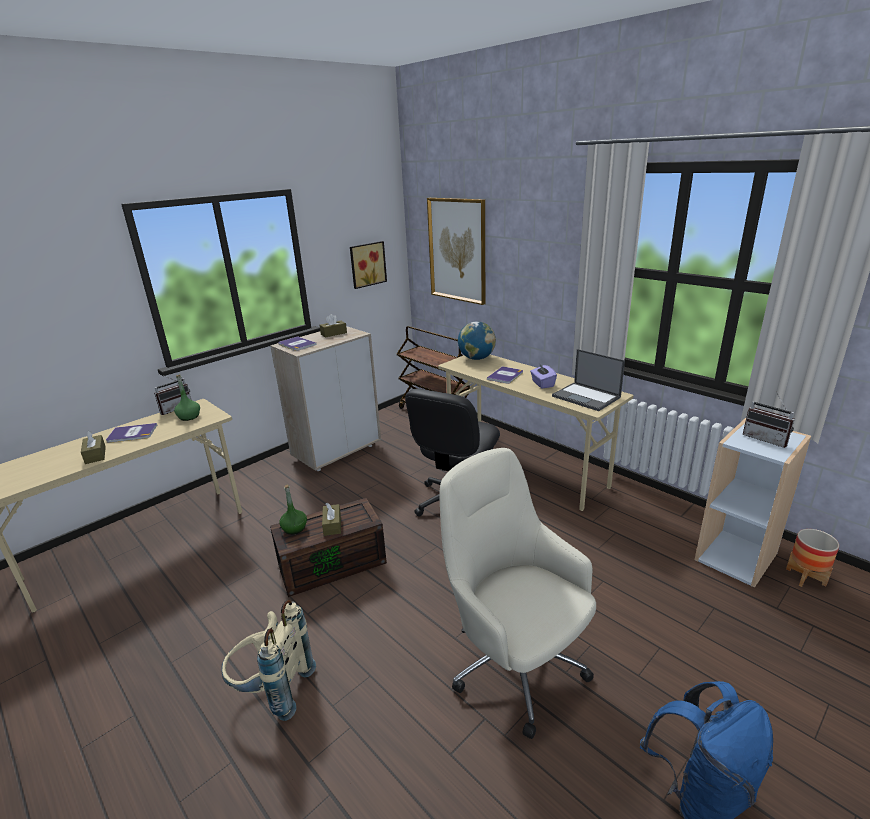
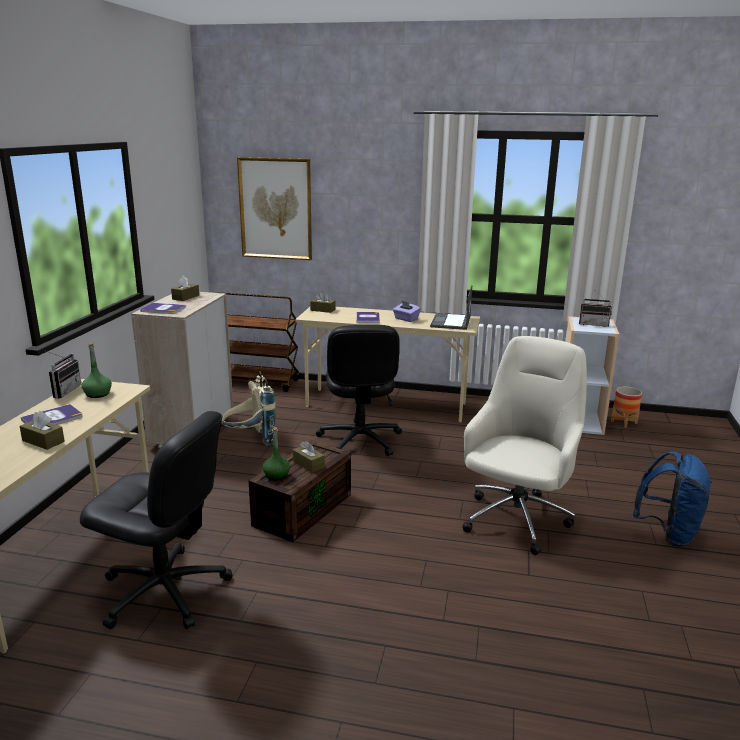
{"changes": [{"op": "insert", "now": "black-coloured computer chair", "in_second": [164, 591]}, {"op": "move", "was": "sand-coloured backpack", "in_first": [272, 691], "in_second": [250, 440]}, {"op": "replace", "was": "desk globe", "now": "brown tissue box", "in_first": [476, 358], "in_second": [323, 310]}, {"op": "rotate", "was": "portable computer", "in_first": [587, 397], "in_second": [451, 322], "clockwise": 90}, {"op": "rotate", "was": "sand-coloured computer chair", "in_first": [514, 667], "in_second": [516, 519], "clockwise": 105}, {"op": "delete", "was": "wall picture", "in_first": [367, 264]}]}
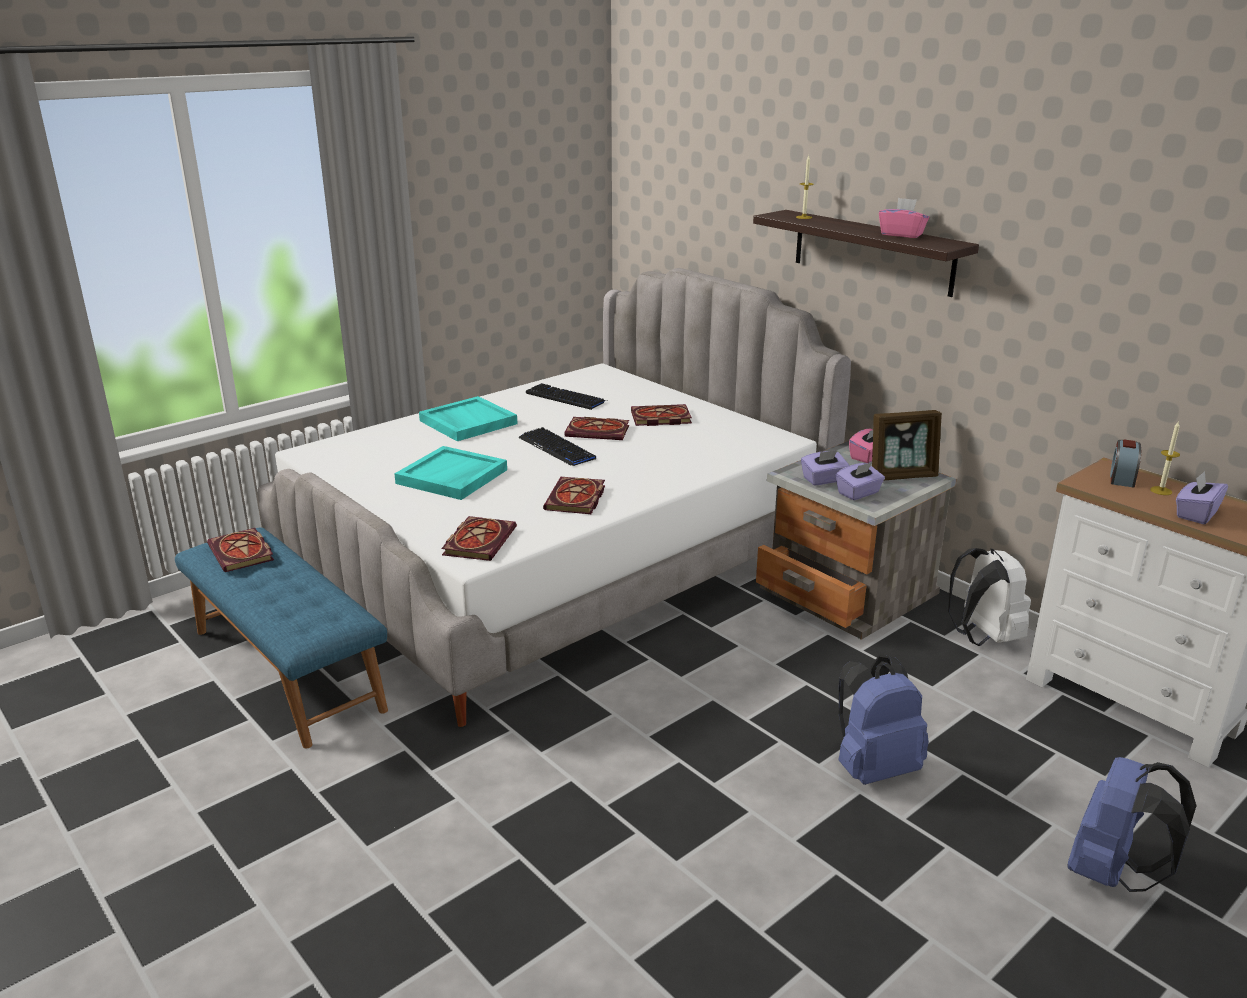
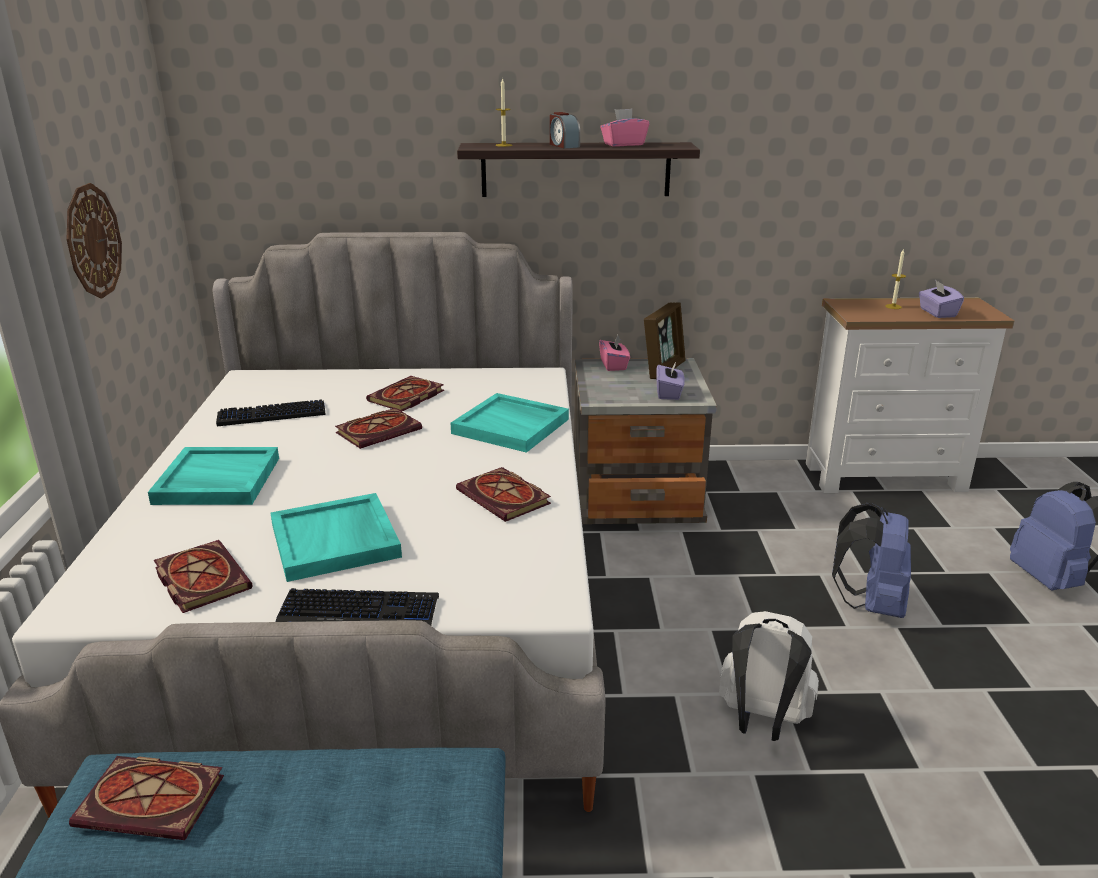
{"changes": [{"op": "insert", "now": "wall clock", "in_second": [93, 241]}, {"op": "move", "was": "book", "in_first": [479, 541], "in_second": [199, 578]}, {"op": "move", "was": "PC keyboard", "in_first": [557, 448], "in_second": [359, 610]}, {"op": "insert", "now": "turquoise-coloured carrying tray", "in_second": [512, 426]}, {"op": "move", "was": "table clock", "in_first": [1122, 478], "in_second": [563, 145]}, {"op": "move", "was": "white-coloured backpack", "in_first": [983, 637], "in_second": [762, 721]}, {"op": "delete", "was": "purple tissue box", "in_first": [824, 480]}]}
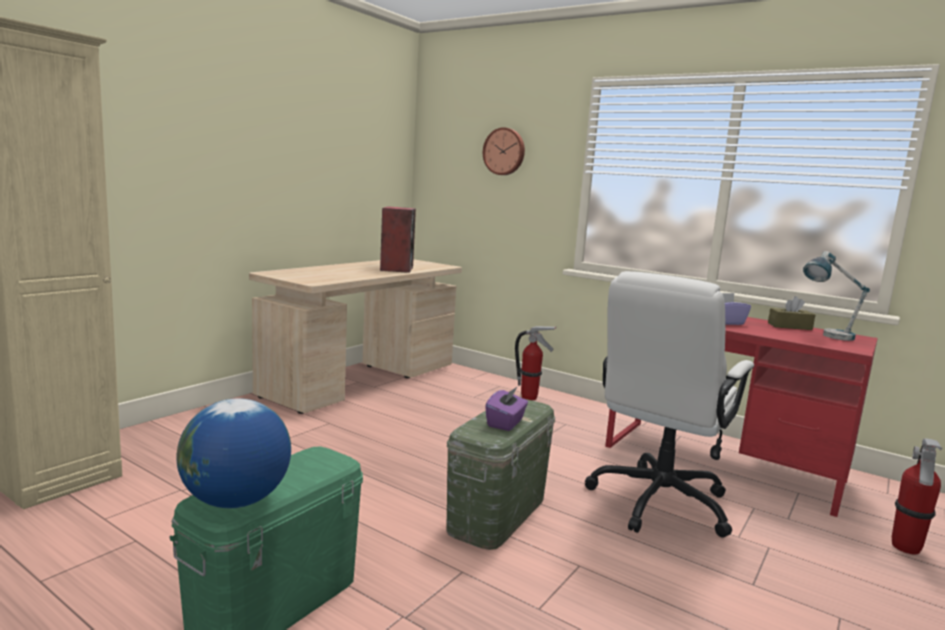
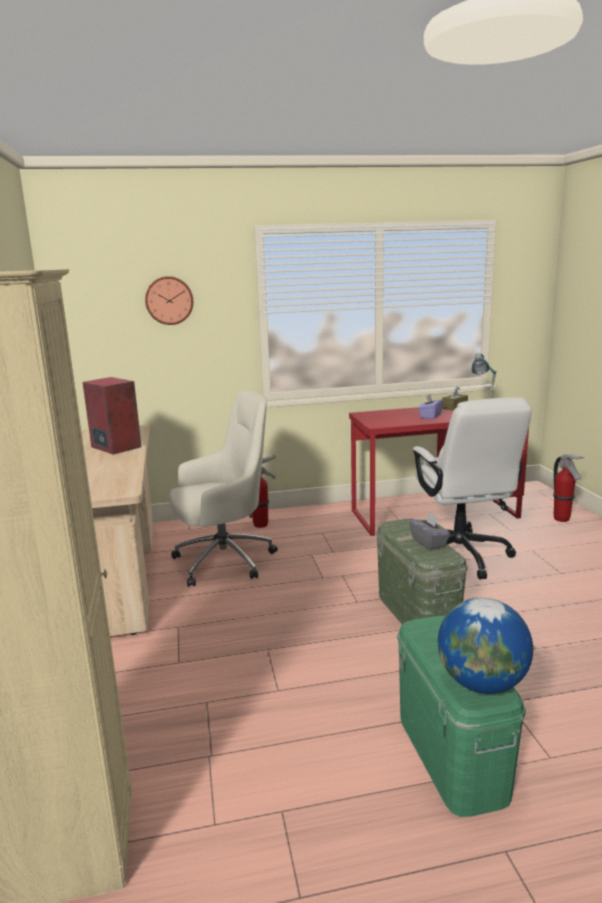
{"changes": [{"op": "insert", "now": "sand-coloured computer chair", "in_second": [225, 562]}, {"op": "recolor", "was": "purple tissue box", "now": "gray tissue box", "in_first": [506, 423], "in_second": [429, 542]}]}
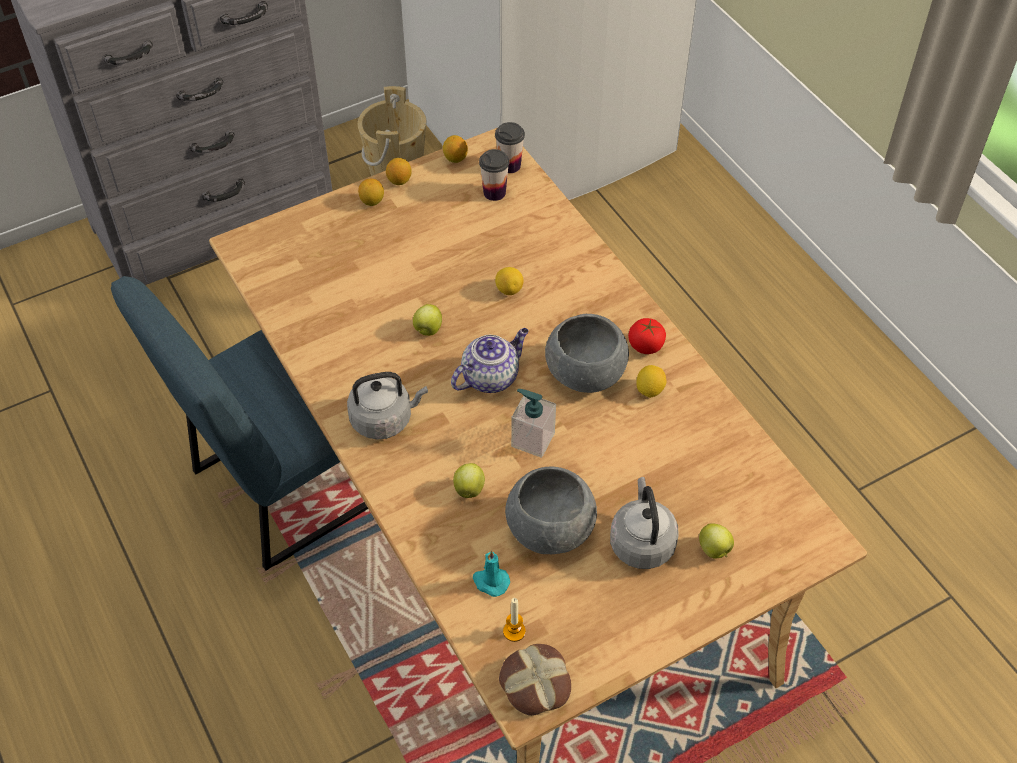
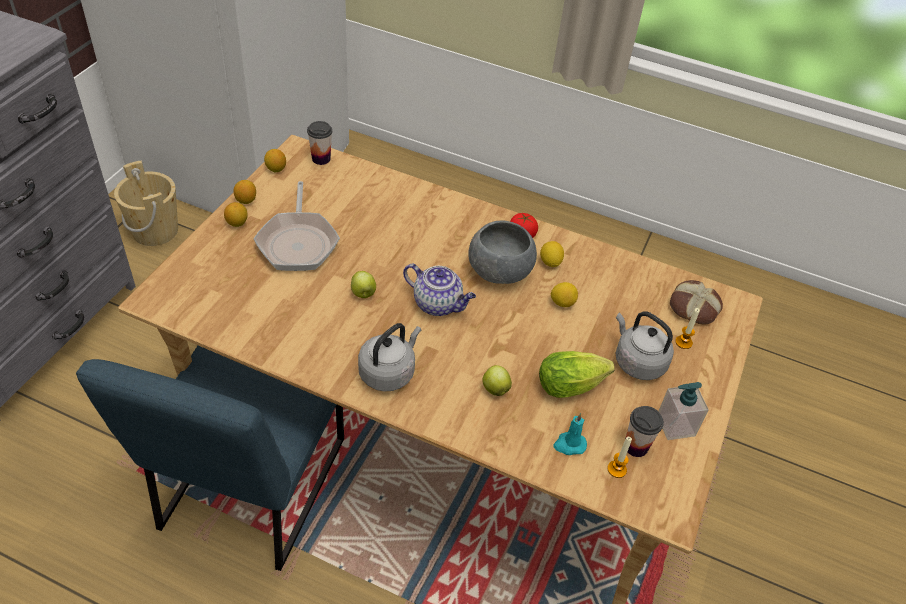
{"changes": [{"op": "insert", "now": "skillet", "in_second": [298, 242]}, {"op": "rotate", "was": "teapot", "in_first": [491, 376], "in_second": [438, 304], "clockwise": 105}, {"op": "replace", "was": "gray deep dish", "now": "lettuce", "in_first": [550, 528], "in_second": [573, 385]}, {"op": "move", "was": "lemon", "in_first": [509, 290], "in_second": [562, 303]}, {"op": "move", "was": "small cup", "in_first": [494, 192], "in_second": [636, 446]}, {"op": "move", "was": "soap bottle", "in_first": [532, 439], "in_second": [675, 425]}, {"op": "move", "was": "bakery bread", "in_first": [534, 683], "in_second": [693, 308]}, {"op": "replace", "was": "apple fruit", "now": "candle", "in_first": [715, 550], "in_second": [683, 342]}]}
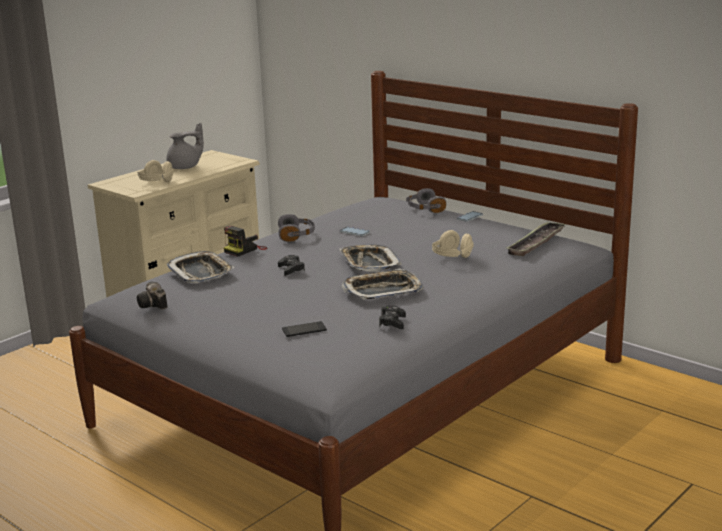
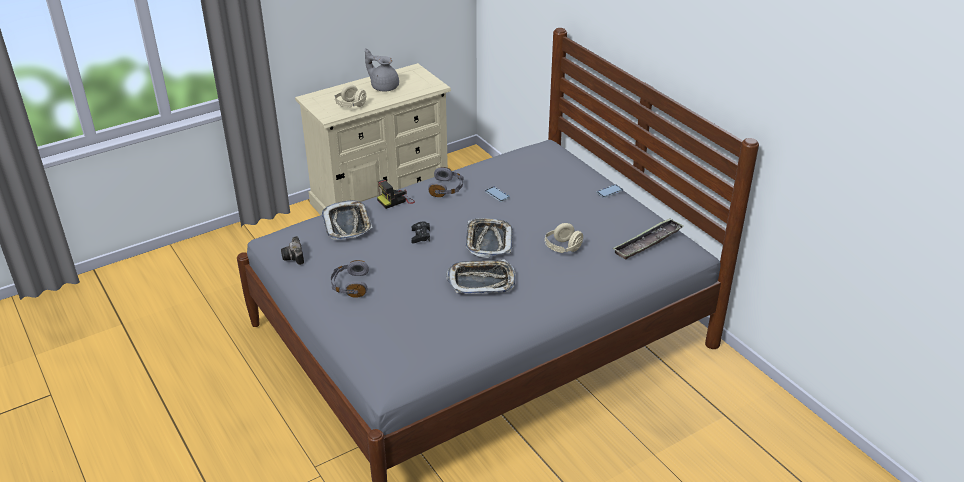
{"changes": [{"op": "move", "was": "gray headphones", "in_first": [424, 209], "in_second": [350, 285]}, {"op": "rotate", "was": "gray teapot", "in_first": [185, 167], "in_second": [384, 87], "clockwise": -135}, {"op": "delete", "was": "handset", "in_first": [304, 330]}, {"op": "delete", "was": "black-coloured game controller", "in_first": [392, 322]}]}
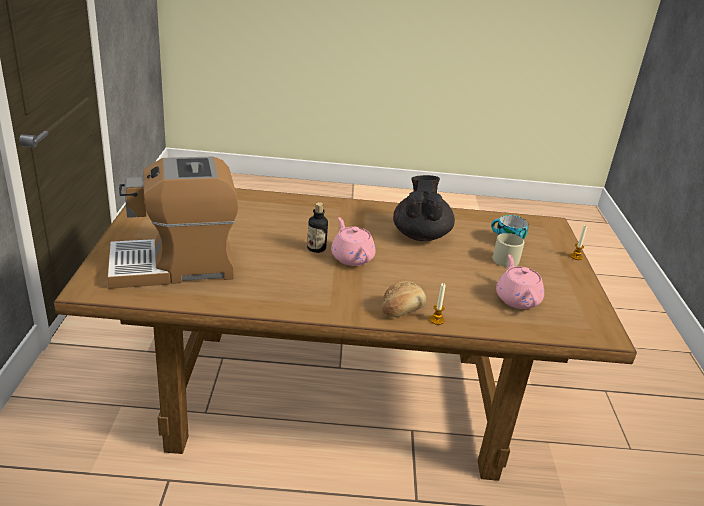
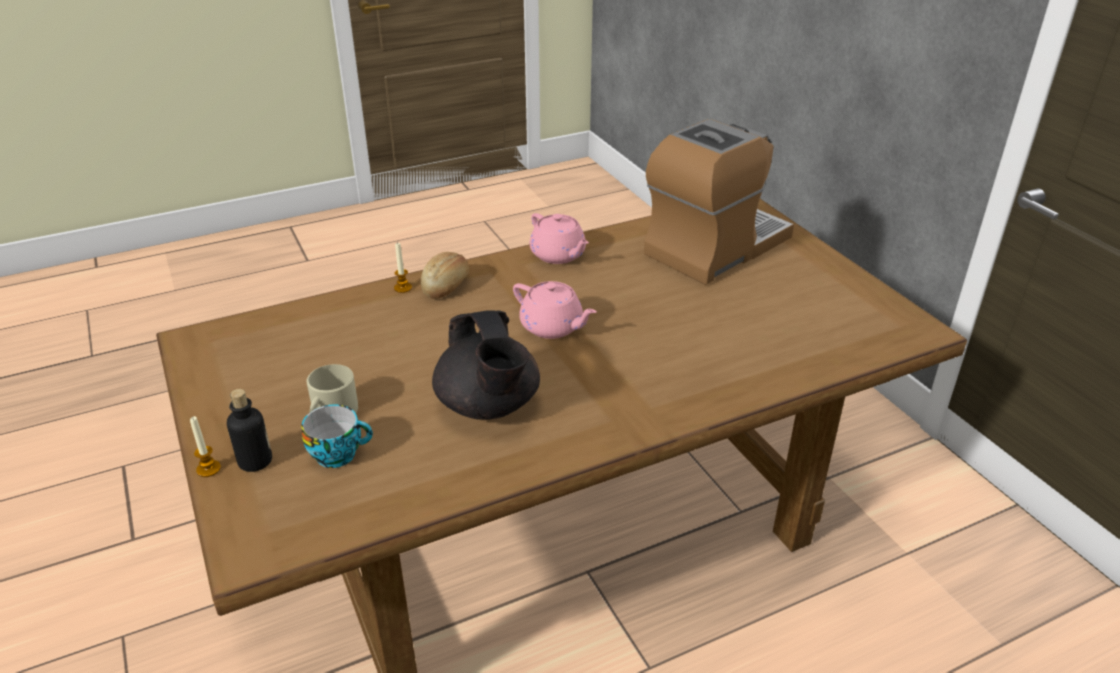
{"changes": [{"op": "move", "was": "drink bottle", "in_first": [316, 248], "in_second": [255, 461]}, {"op": "move", "was": "pink-coloured teapot", "in_first": [517, 299], "in_second": [558, 255]}]}
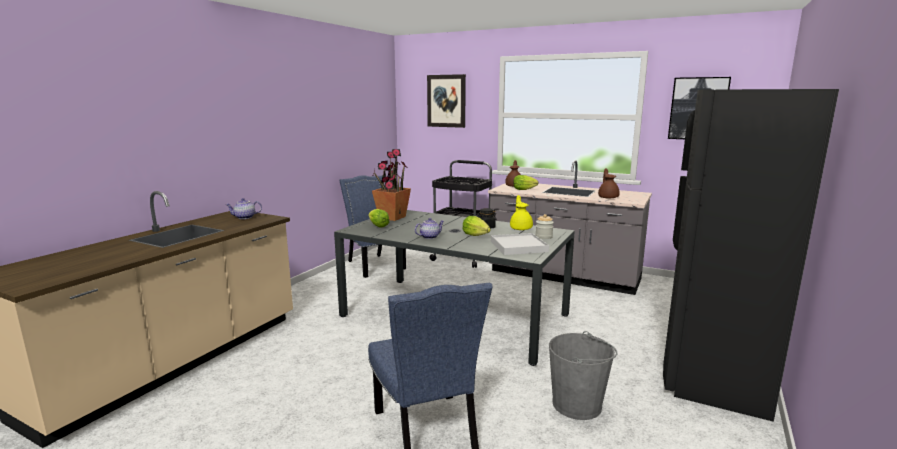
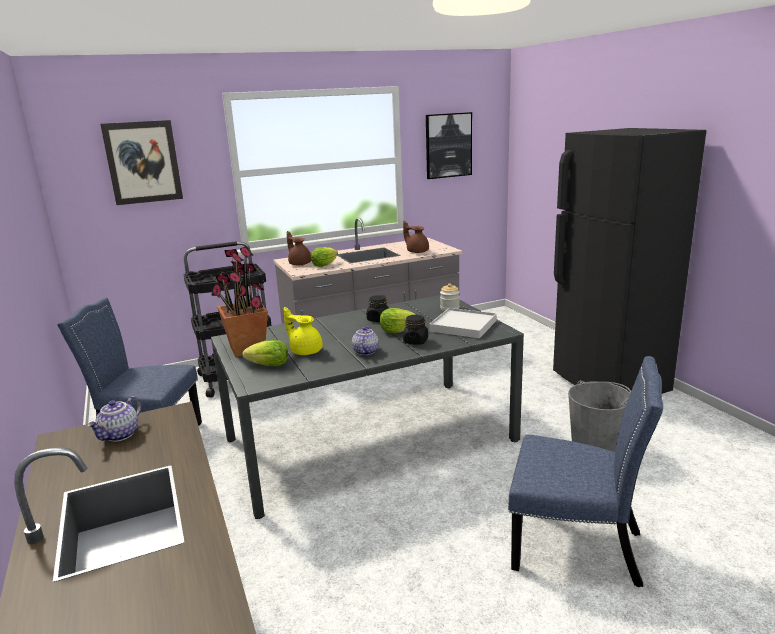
{"changes": [{"op": "move", "was": "yellow teapot", "in_first": [521, 228], "in_second": [305, 351]}, {"op": "insert", "now": "black-coloured storage jar", "in_second": [415, 341]}]}
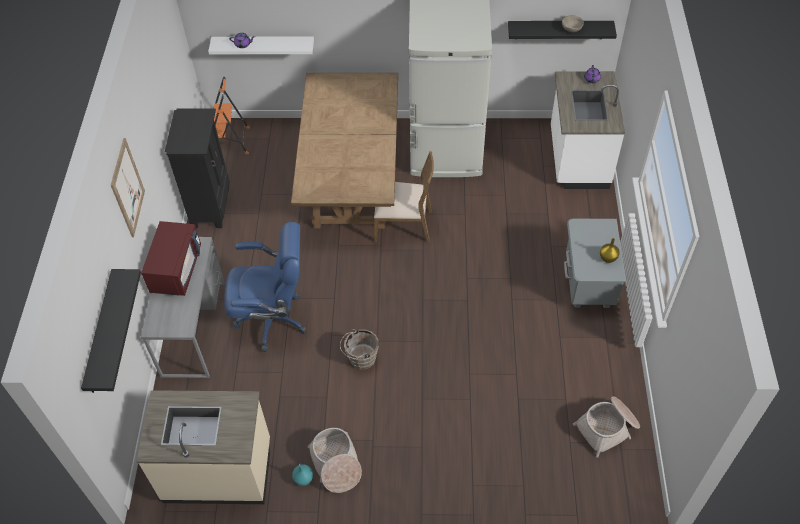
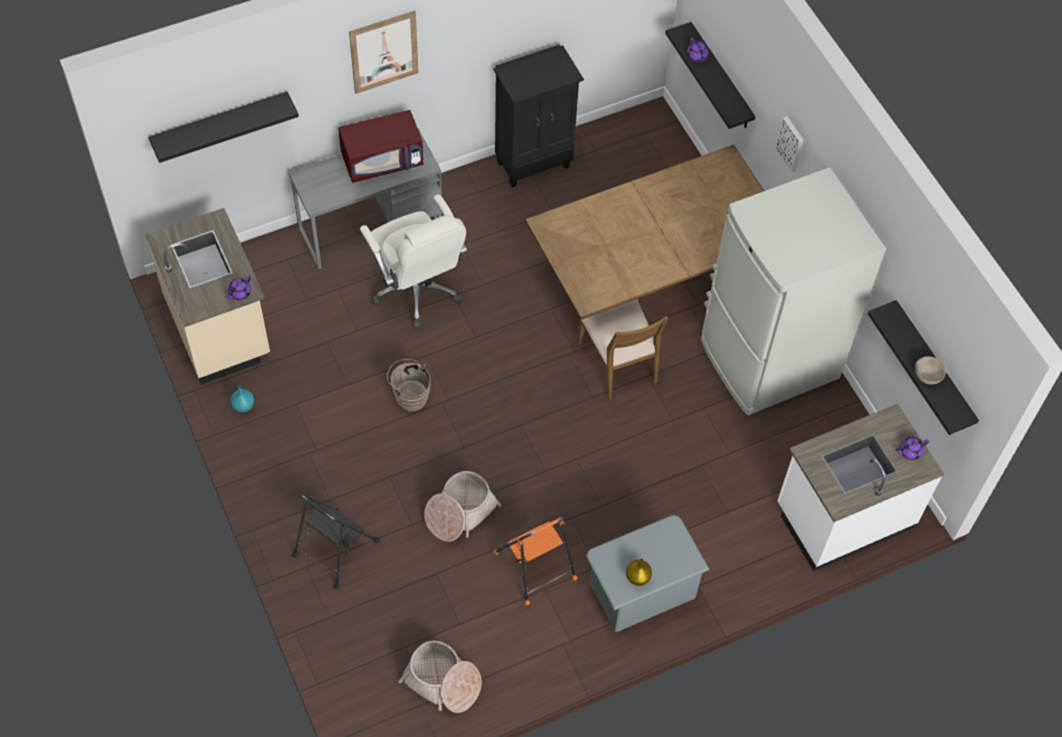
{"changes": [{"op": "insert", "now": "purple teapot", "in_second": [239, 293]}, {"op": "insert", "now": "black-coloured stepladder", "in_second": [334, 549]}, {"op": "recolor", "was": "bluish computer chair", "now": "white-coloured computer chair", "in_first": [273, 320], "in_second": [417, 292]}, {"op": "move", "was": "household basket", "in_first": [336, 464], "in_second": [459, 512]}, {"op": "move", "was": "orange stepladder", "in_first": [228, 141], "in_second": [536, 567]}, {"op": "recolor", "was": "white-coloured shelf", "now": "black-coloured shelf", "in_first": [264, 45], "in_second": [721, 77]}, {"op": "insert", "now": "wall picture", "in_second": [791, 143]}]}
